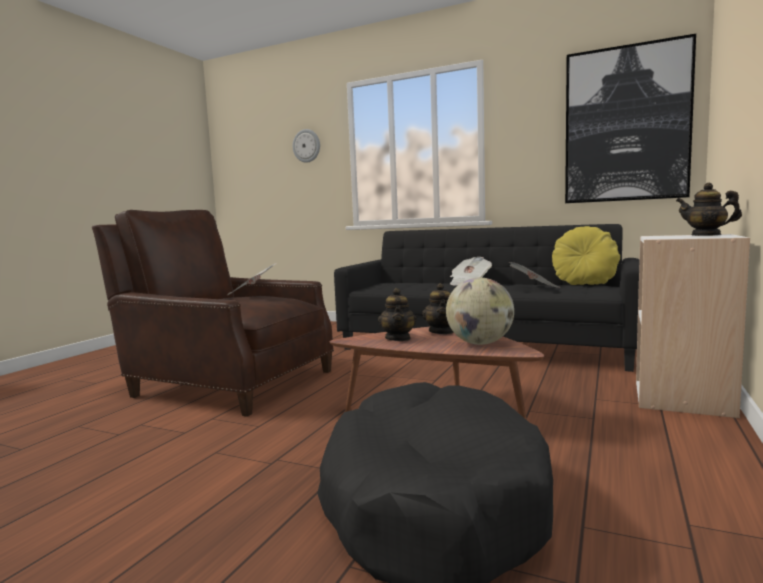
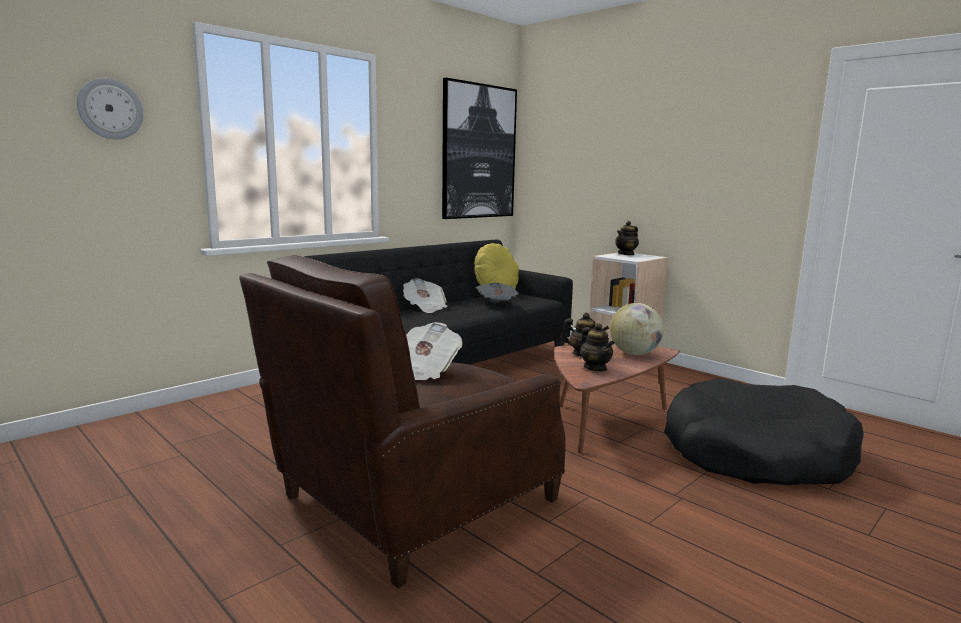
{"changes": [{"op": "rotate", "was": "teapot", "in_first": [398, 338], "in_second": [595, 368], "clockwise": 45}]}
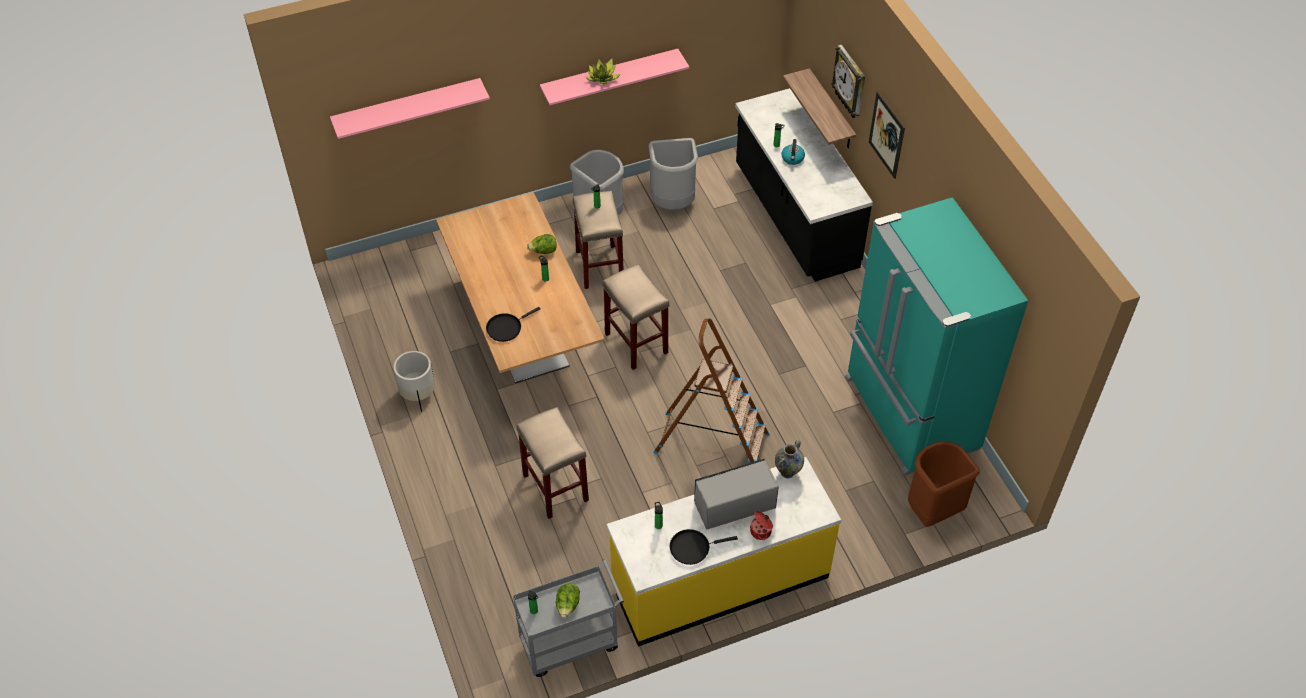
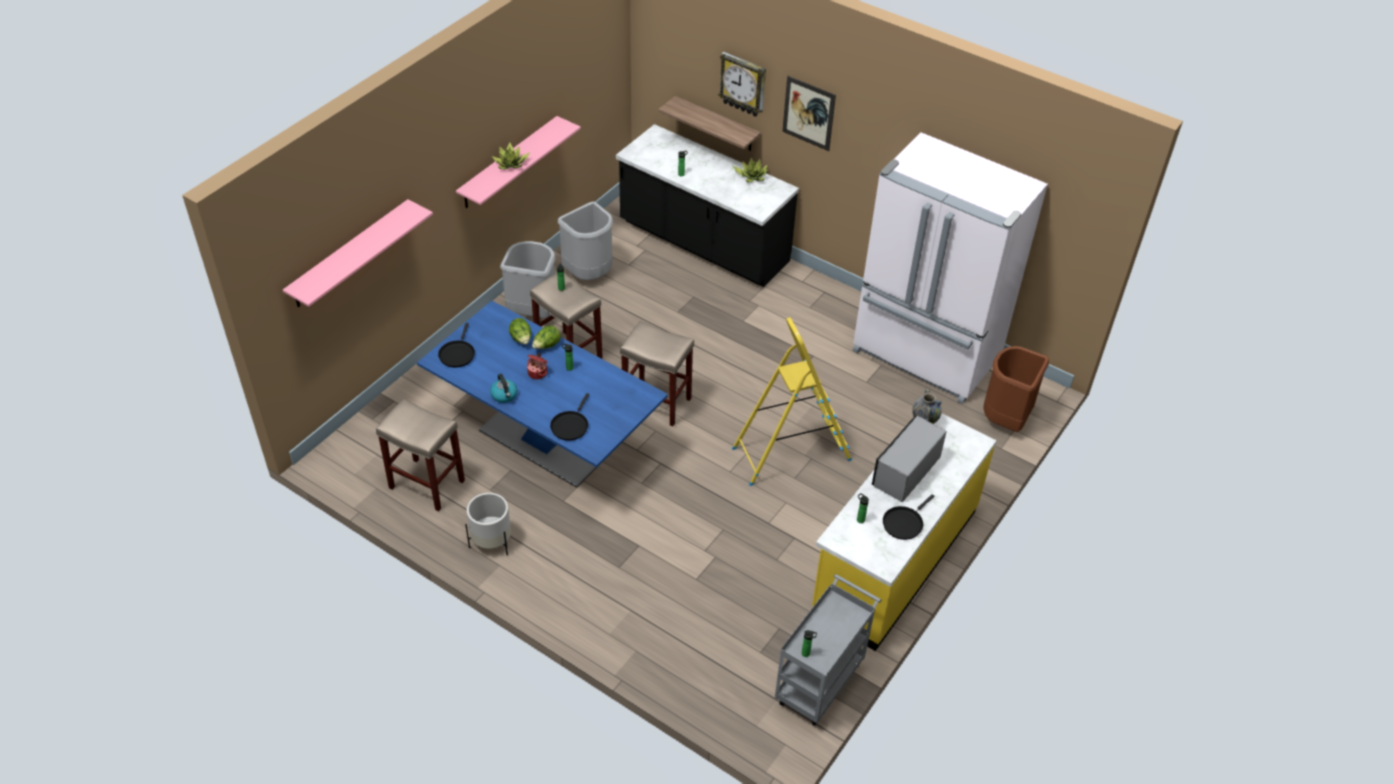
{"changes": [{"op": "move", "was": "sand-coloured stool", "in_first": [554, 487], "in_second": [426, 484]}, {"op": "recolor", "was": "sand-coloured dining table", "now": "bluish dining table", "in_first": [523, 332], "in_second": [546, 441]}, {"op": "insert", "now": "black-coloured skillet", "in_second": [457, 354]}, {"op": "move", "was": "tea kettle", "in_first": [792, 158], "in_second": [504, 395]}, {"op": "move", "was": "lettuce", "in_first": [568, 605], "in_second": [521, 339]}, {"op": "move", "was": "saucepot", "in_first": [761, 531], "in_second": [538, 372]}, {"op": "recolor", "was": "brown stepladder", "now": "yellow stepladder", "in_first": [712, 443], "in_second": [792, 453]}, {"op": "insert", "now": "houseplant", "in_second": [751, 176]}, {"op": "recolor", "was": "turquoise-coloured fridge", "now": "white-coloured fridge", "in_first": [909, 414], "in_second": [925, 356]}]}
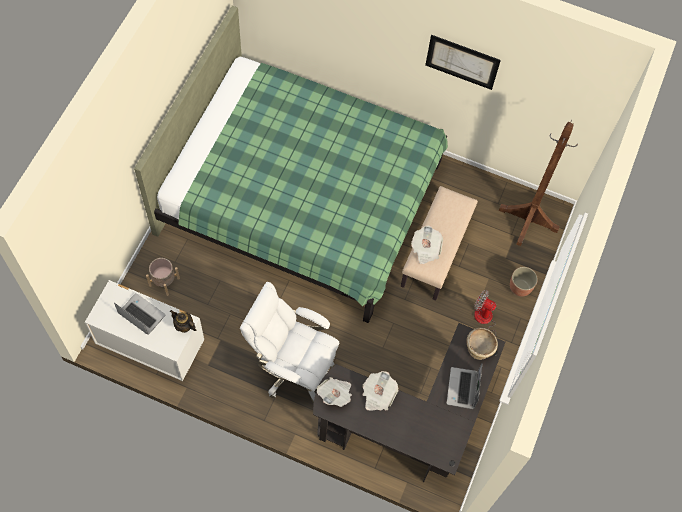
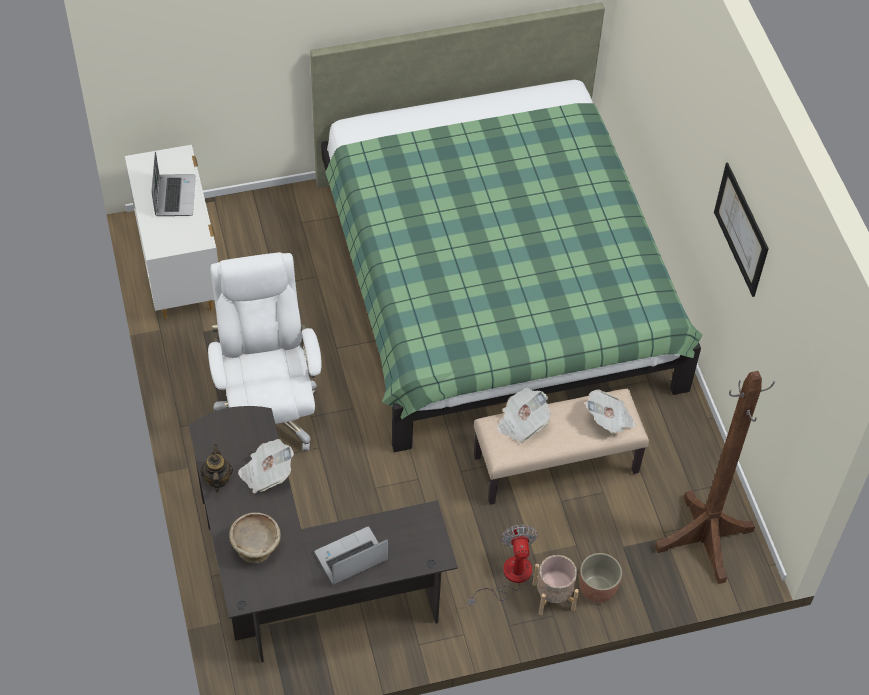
{"changes": [{"op": "move", "was": "teapot", "in_first": [184, 326], "in_second": [217, 479]}, {"op": "move", "was": "sand-coloured deep dish", "in_first": [479, 348], "in_second": [256, 548]}, {"op": "move", "was": "sand-coloured plant pot", "in_first": [164, 281], "in_second": [554, 596]}, {"op": "move", "was": "printed paper", "in_first": [335, 394], "in_second": [609, 420]}]}
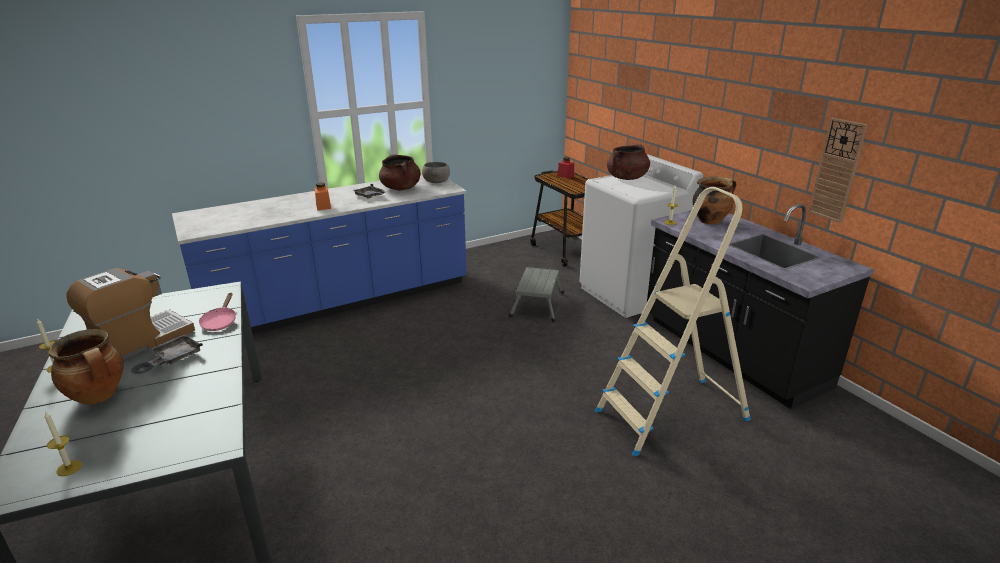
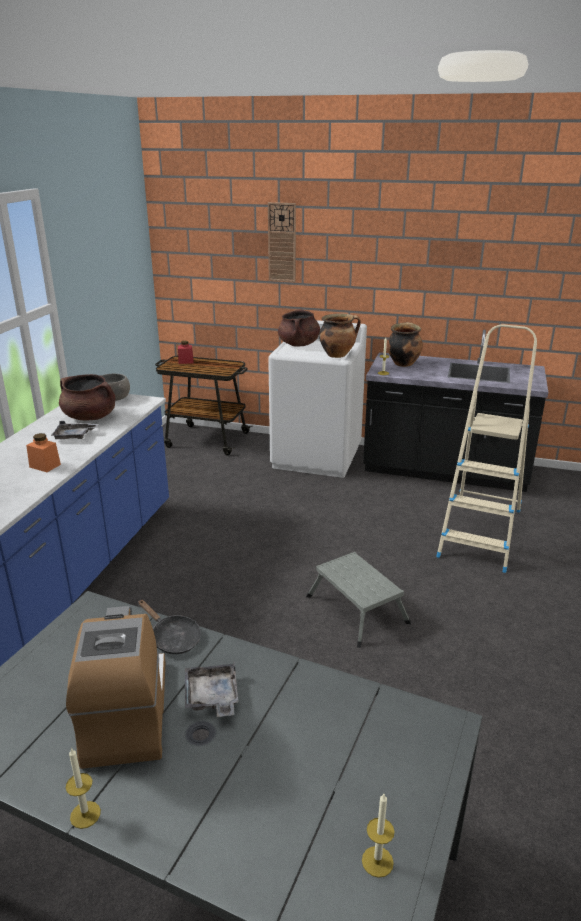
{"changes": [{"op": "recolor", "was": "pink-coloured skillet", "now": "black-coloured skillet", "in_first": [220, 322], "in_second": [172, 638]}, {"op": "move", "was": "wall clock", "in_first": [837, 170], "in_second": [282, 242]}, {"op": "move", "was": "gray stepladder", "in_first": [537, 304], "in_second": [356, 609]}, {"op": "move", "was": "saucepot", "in_first": [99, 396], "in_second": [338, 355]}]}
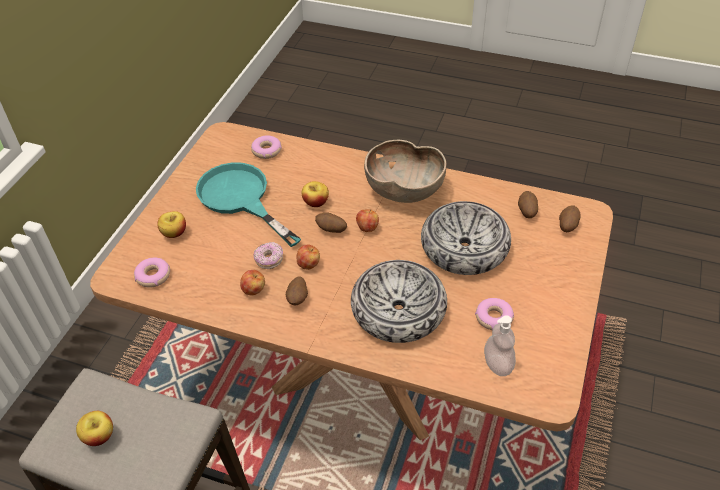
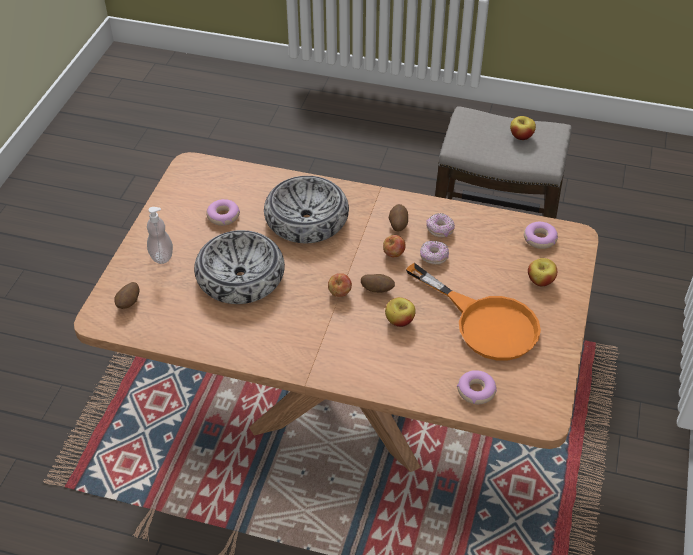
{"changes": [{"op": "move", "was": "soap bottle", "in_first": [498, 364], "in_second": [161, 256]}, {"op": "recolor", "was": "turquoise-coloured skillet", "now": "orange skillet", "in_first": [240, 199], "in_second": [485, 322]}, {"op": "replace", "was": "apple fruit", "now": "donut", "in_first": [254, 290], "in_second": [440, 230]}, {"op": "delete", "was": "brown deep dish", "in_first": [404, 190]}, {"op": "delete", "was": "potato", "in_first": [526, 212]}]}
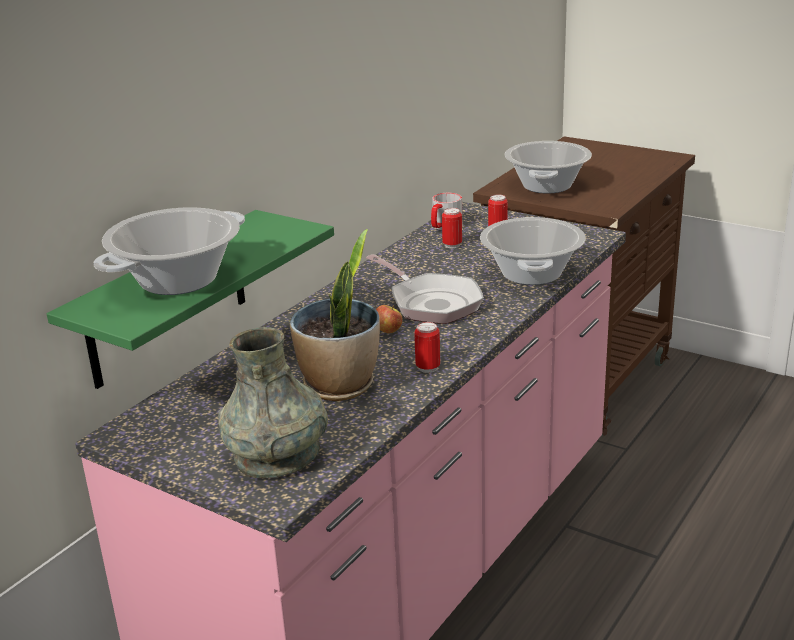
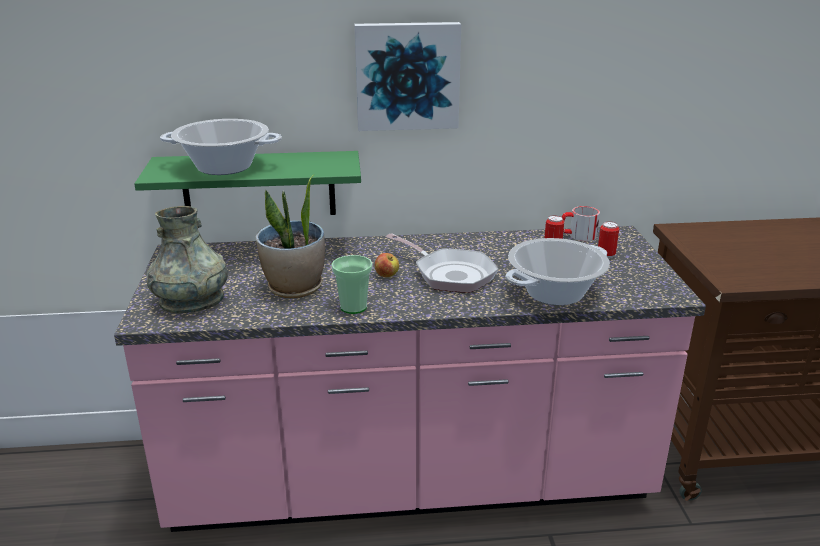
{"changes": [{"op": "replace", "was": "can", "now": "small cup", "in_first": [428, 368], "in_second": [353, 307]}, {"op": "insert", "now": "wall picture", "in_second": [407, 76]}, {"op": "rotate", "was": "skillet", "in_first": [431, 302], "in_second": [450, 274], "clockwise": -60}, {"op": "delete", "was": "saucepot", "in_first": [547, 186]}]}
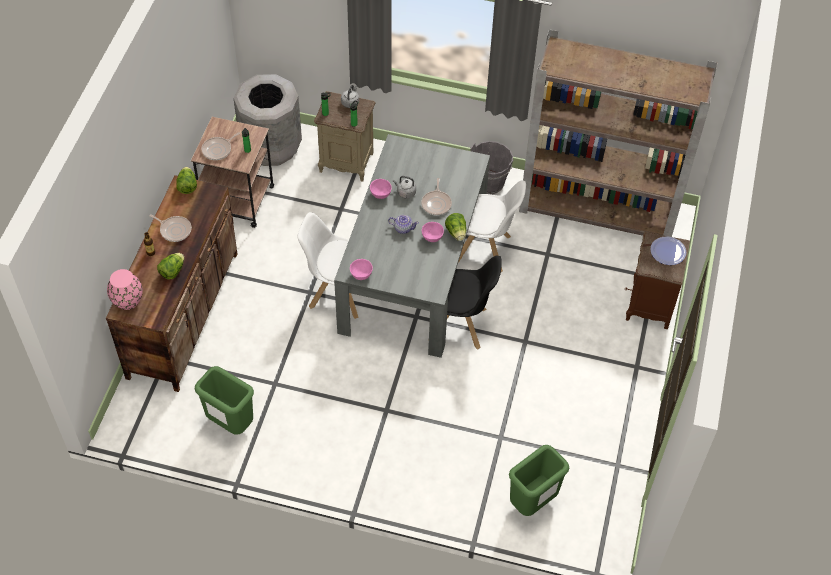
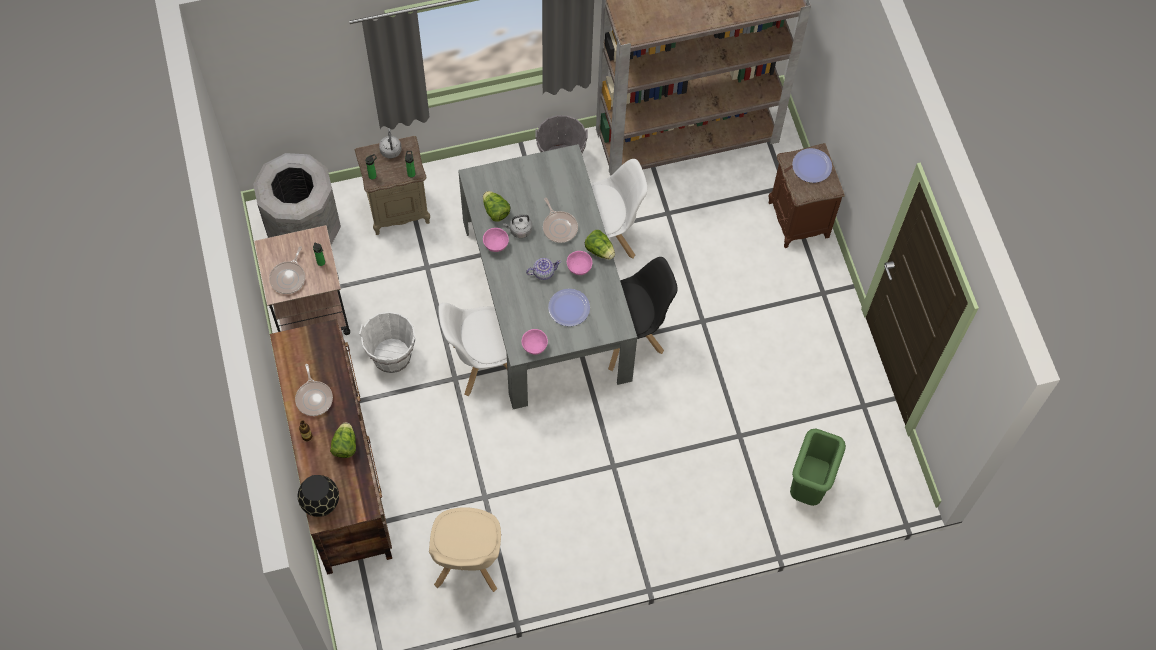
{"changes": [{"op": "rotate", "was": "skillet", "in_first": [174, 230], "in_second": [314, 398], "clockwise": 75}, {"op": "recolor", "was": "pink-coloured flower vase", "now": "black-coloured flower vase", "in_first": [127, 301], "in_second": [321, 504]}, {"op": "insert", "now": "white-coloured pail", "in_second": [392, 356]}, {"op": "replace", "was": "green-coloured trash can", "now": "sand-coloured upright chair", "in_first": [230, 423], "in_second": [467, 563]}, {"op": "move", "was": "lettuce", "in_first": [187, 186], "in_second": [495, 211]}, {"op": "insert", "now": "flat dish", "in_second": [569, 308]}]}
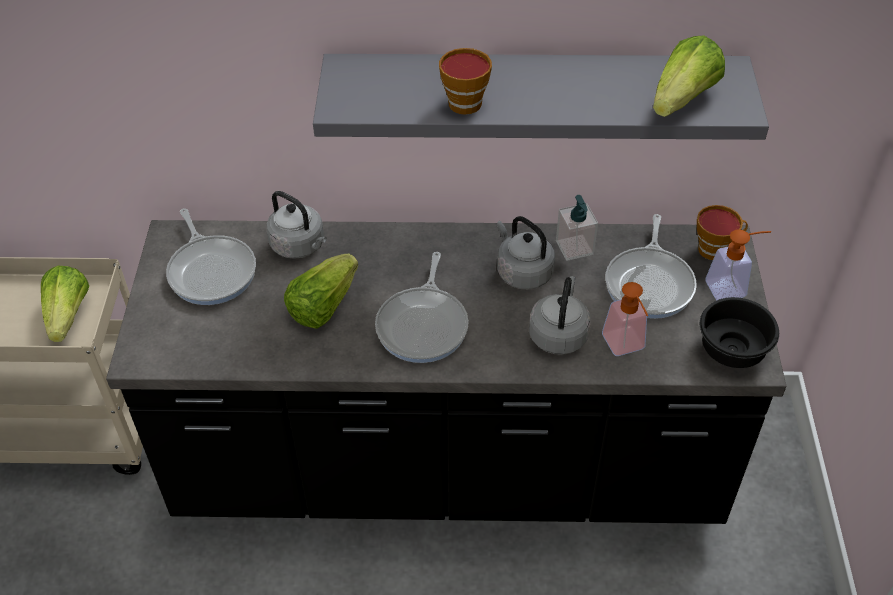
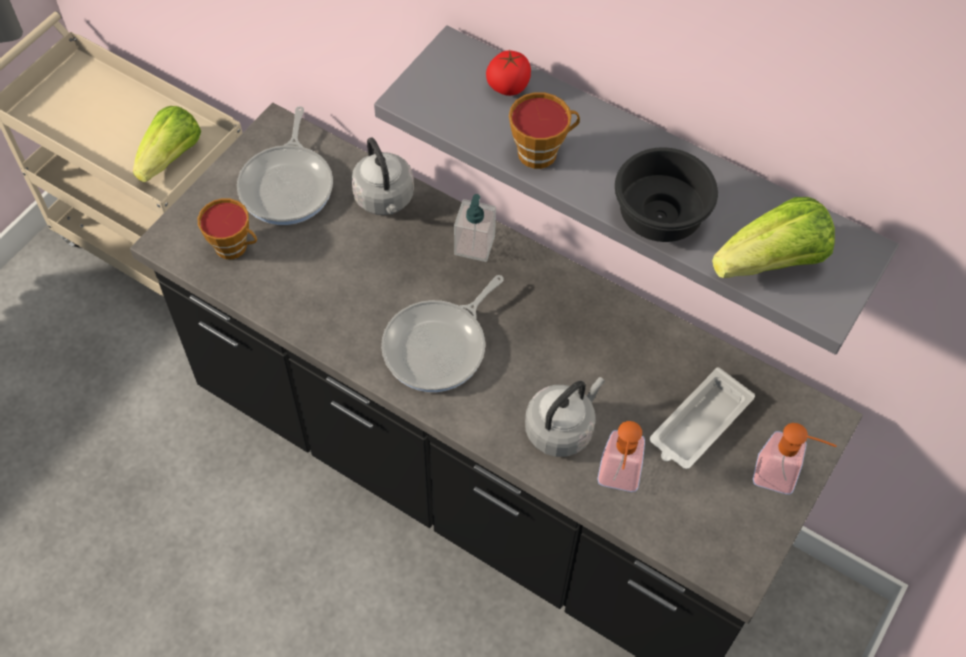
{"changes": [{"op": "move", "was": "small cup", "in_first": [716, 249], "in_second": [235, 247]}, {"op": "move", "was": "soap bottle", "in_first": [574, 247], "in_second": [474, 245]}, {"op": "insert", "now": "whole tomato", "in_second": [508, 86]}, {"op": "move", "was": "black-coloured deep dish", "in_first": [735, 349], "in_second": [662, 218]}, {"op": "replace", "was": "skillet", "now": "white-coloured carrying tray", "in_first": [650, 283], "in_second": [699, 424]}, {"op": "delete", "was": "lettuce", "in_first": [323, 305]}, {"op": "delete", "was": "gray tea kettle", "in_first": [522, 272]}]}
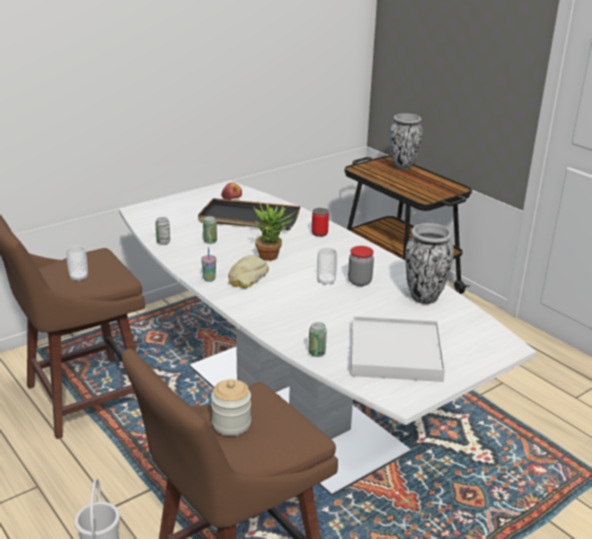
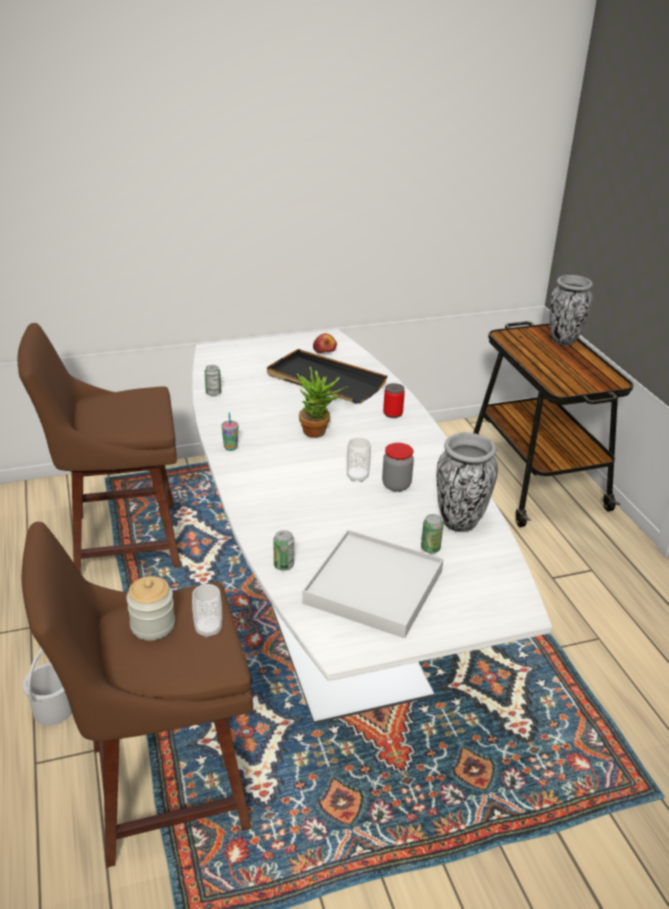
{"changes": [{"op": "move", "was": "small cup", "in_first": [79, 277], "in_second": [208, 629]}, {"op": "move", "was": "can", "in_first": [210, 241], "in_second": [430, 548]}, {"op": "delete", "was": "bakery bread", "in_first": [246, 277]}]}
